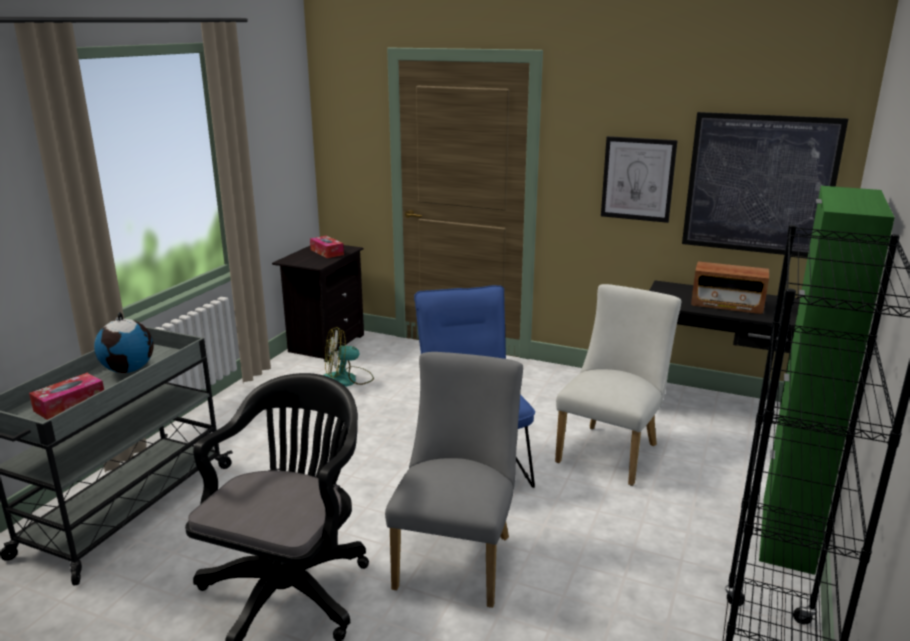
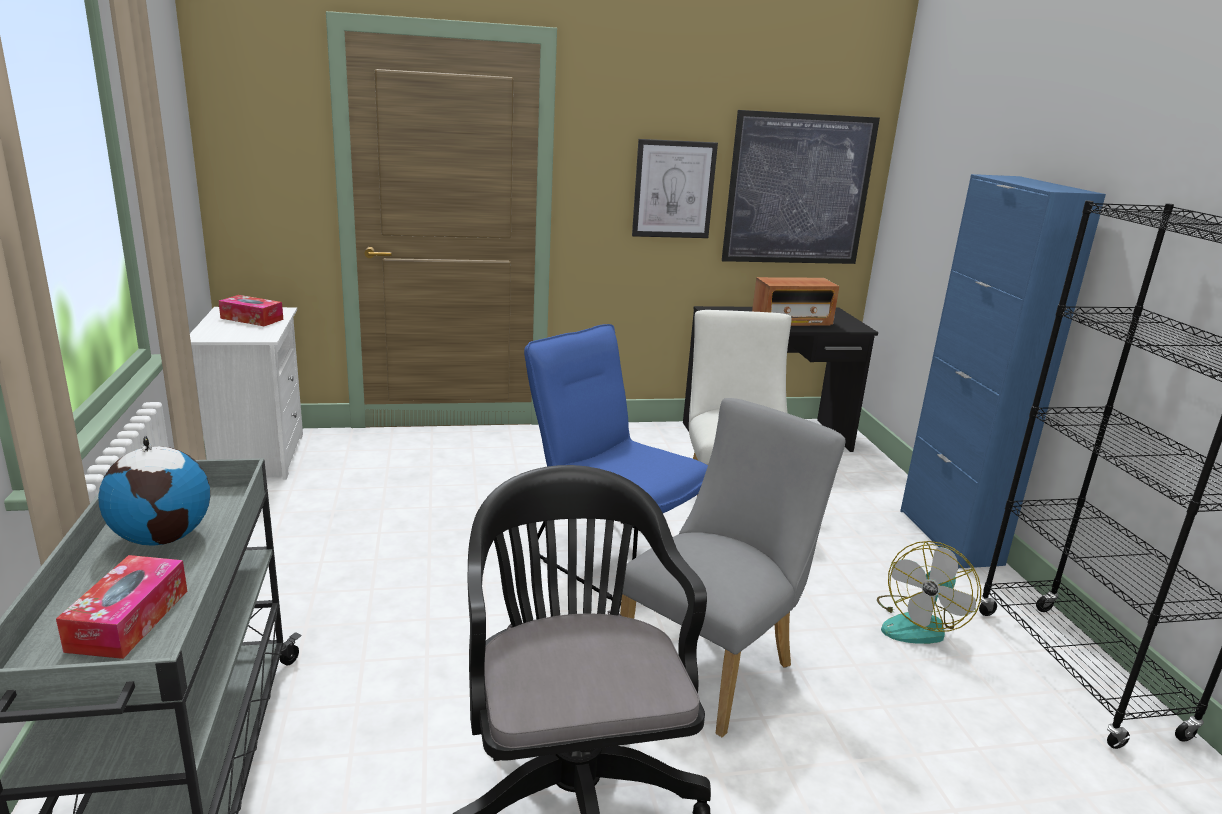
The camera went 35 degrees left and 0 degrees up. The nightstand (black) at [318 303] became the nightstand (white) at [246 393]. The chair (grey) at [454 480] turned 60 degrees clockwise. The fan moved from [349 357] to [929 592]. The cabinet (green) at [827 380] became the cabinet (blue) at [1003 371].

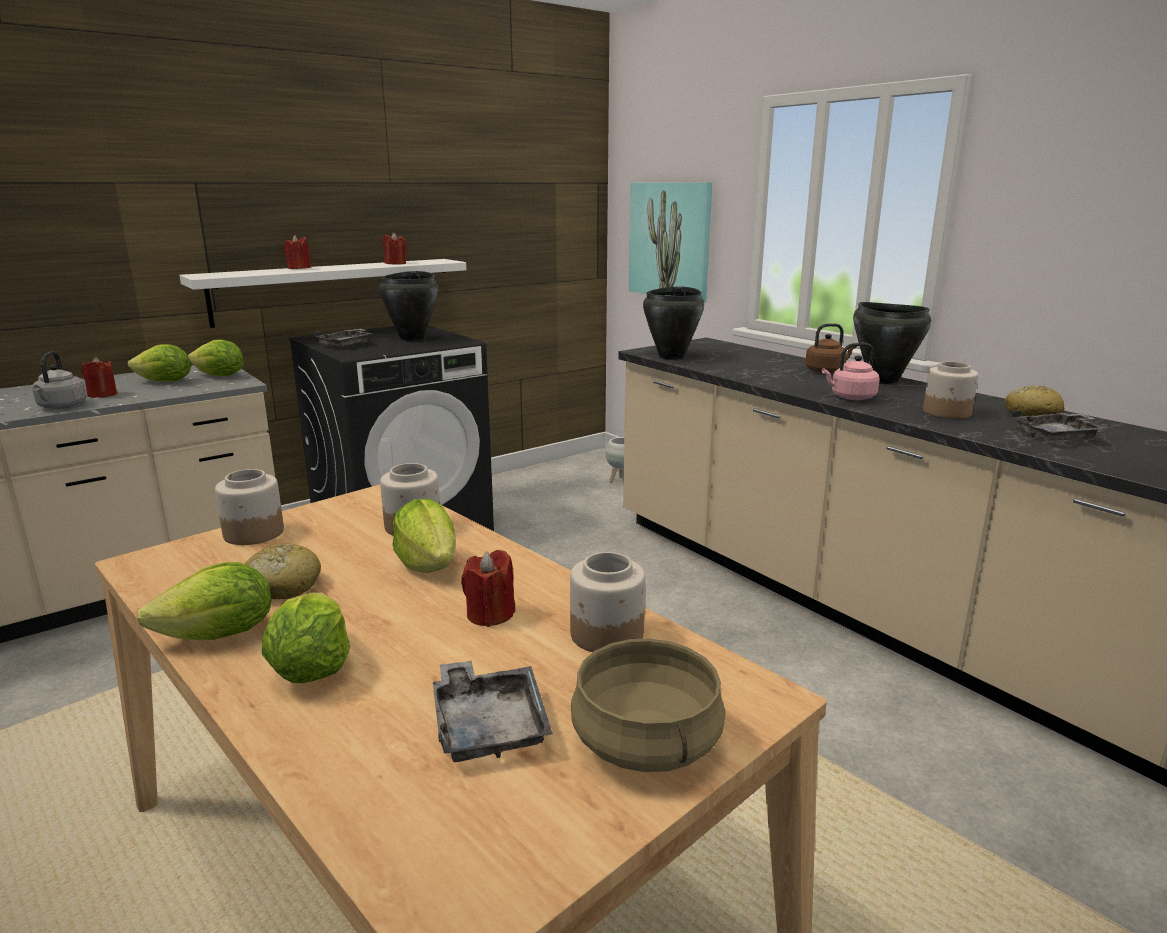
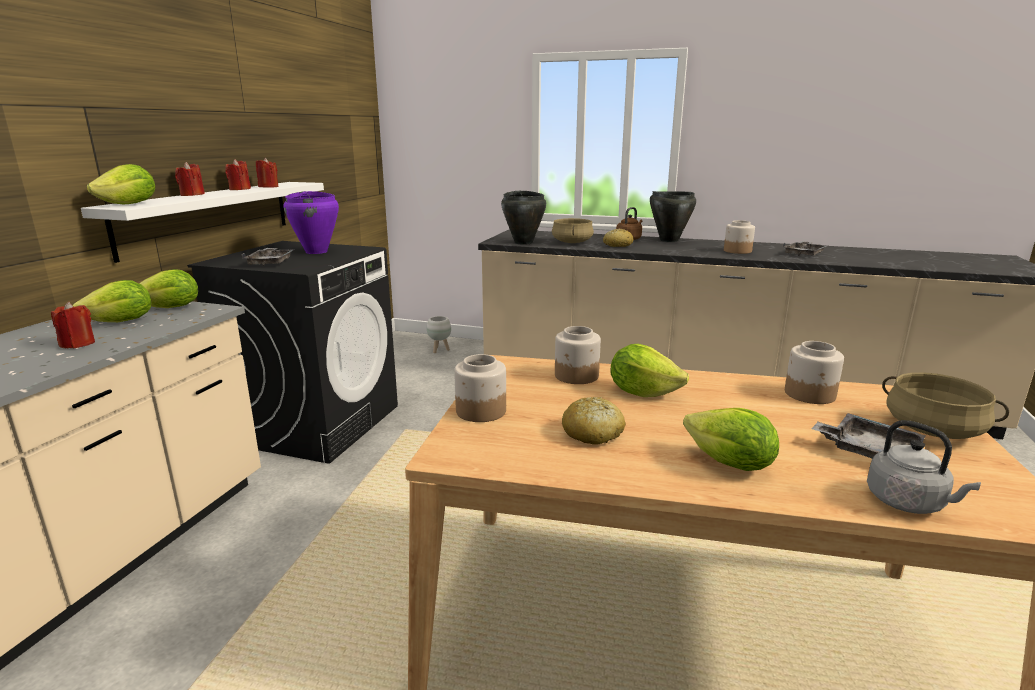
The camera went 35 degrees left and 0 degrees up. The lettuce moved from [204 601] to [121 184]. The candle (red) moved from [488 588] to [238 174]. The cooking pot (black) at [408 306] became the cooking pot (purple) at [311 222]. The cooking pot (beige) at [573 230] appeared. The bread moved from [1034 401] to [618 238]. The kettle (grey) moved from [59 380] to [924 467]. The picture at [670 242] disappeared. The kettle (pink) at [851 371] disappeared.

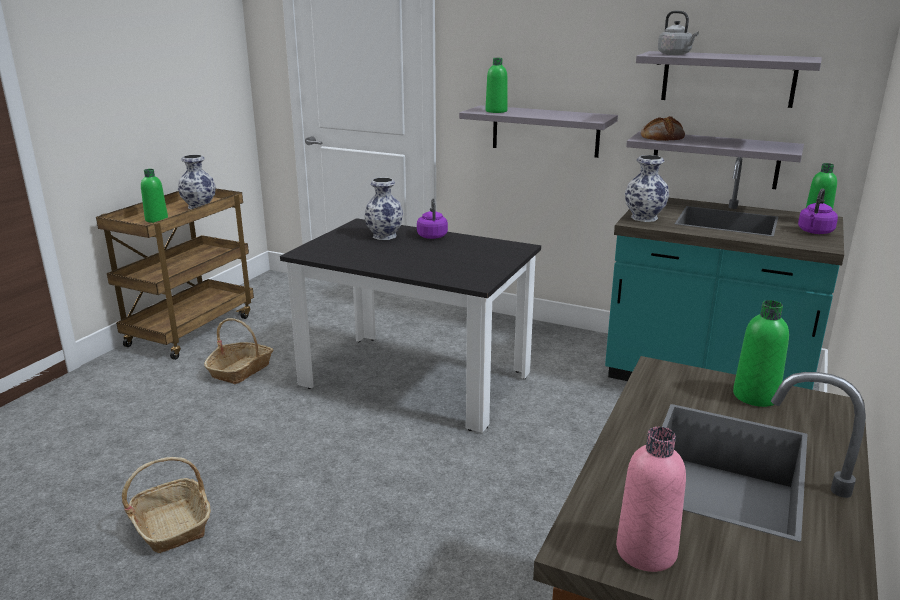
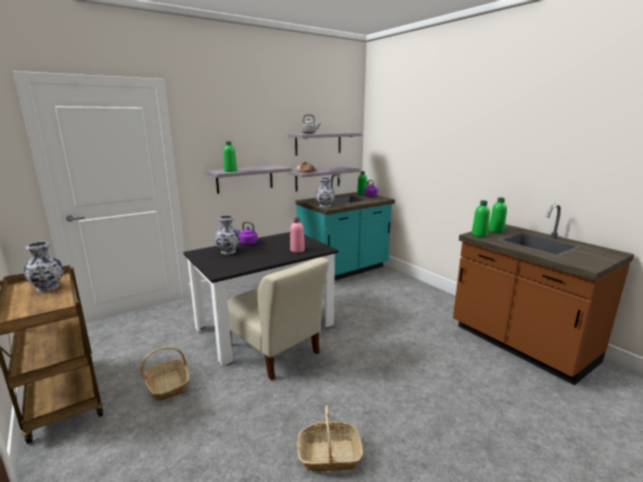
The camera went 60 degrees left and 5 degrees down. The chair (beige) at [278 318] appeared. The bottle (pink) moved from [651 499] to [297 235]. The bottle (green) moved from [154 196] to [481 218].

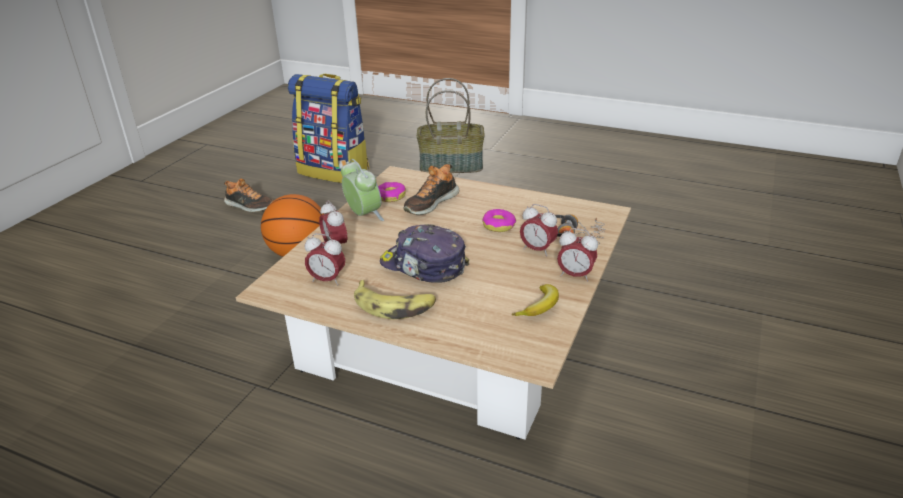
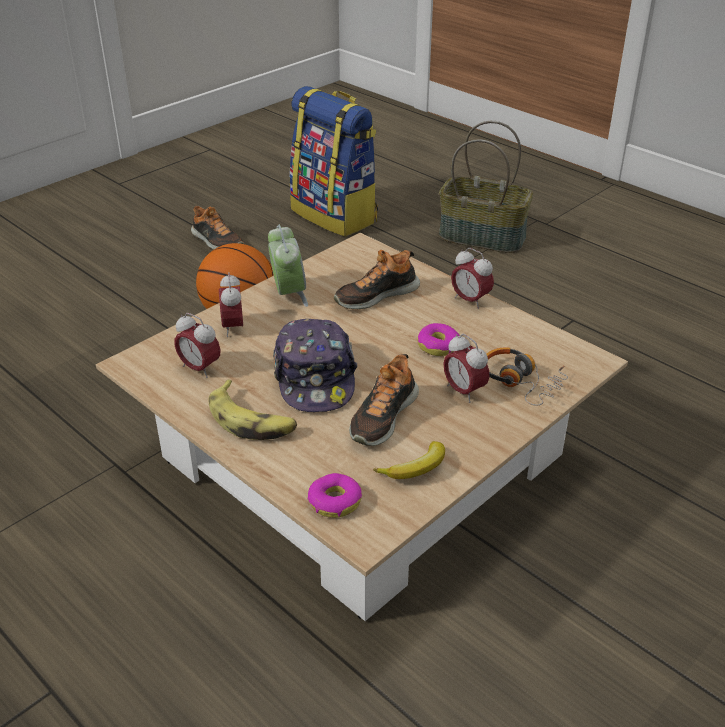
The camera went 20 degrees right and 5 degrees up. The cap at [424 253] turned 150 degrees counterclockwise. The donut moved from [392 192] to [335 495]. The shoe at [384 400] appeared. The alarm clock moved from [577 255] to [472 278].

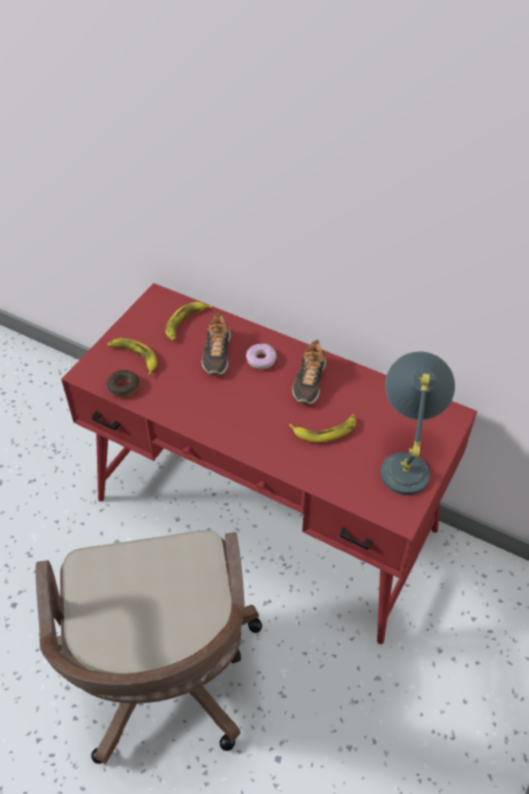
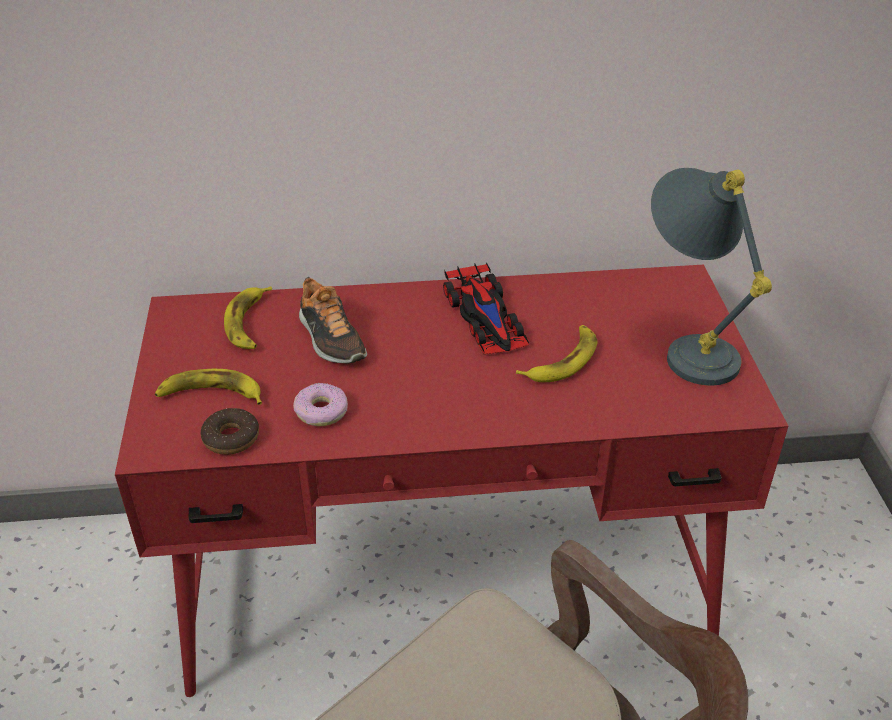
The camera went 35 degrees left and 10 degrees down. The donut moved from [261 356] to [320 404]. The shoe at [309 372] was replaced by the toy car at [486 308].

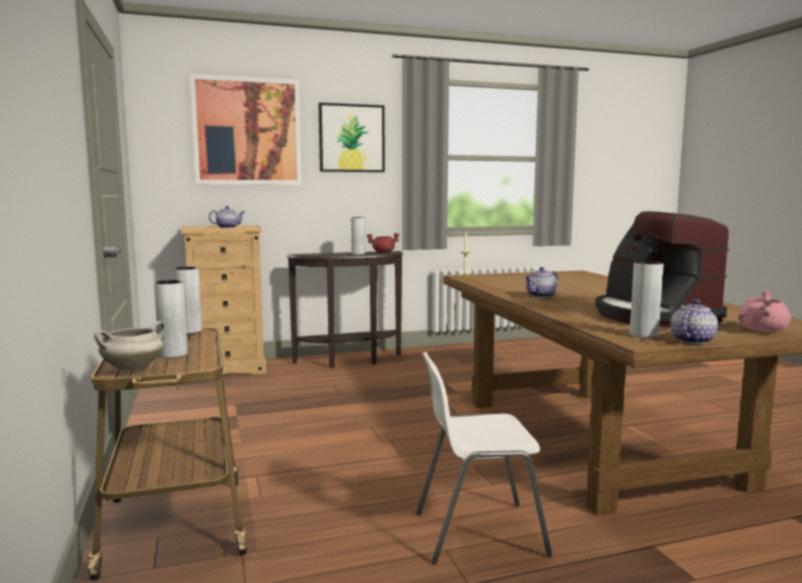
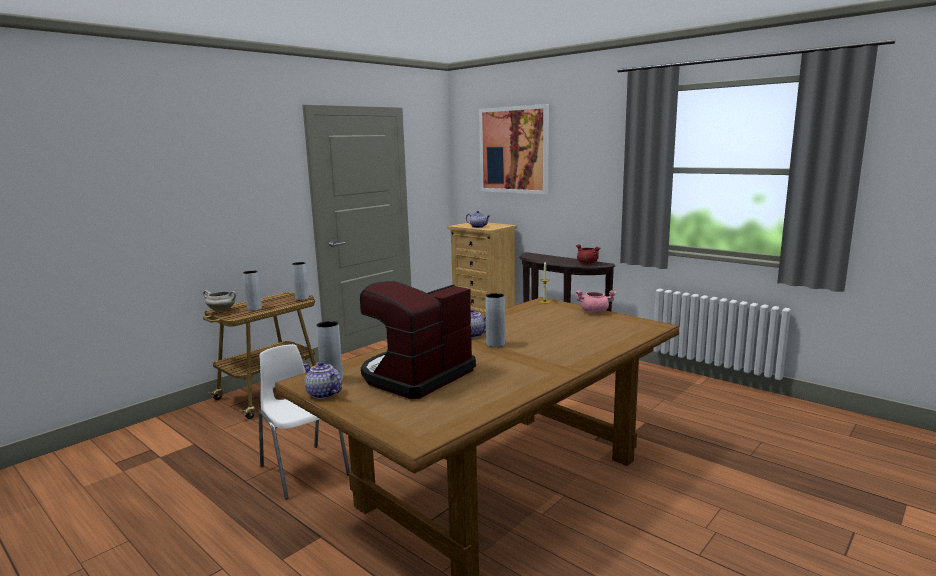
The camera went 60 degrees right and 5 degrees up. The teapot at [694 321] turned 150 degrees counterclockwise. The vase (grey) moved from [358 236] to [495 320]. The cooking pot (pink) moved from [764 311] to [596 302]. The picture at [352 137] disappeared.

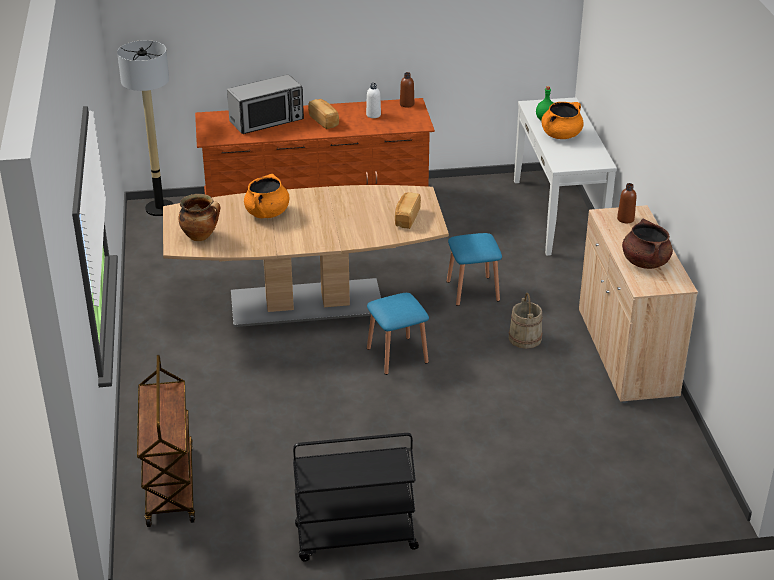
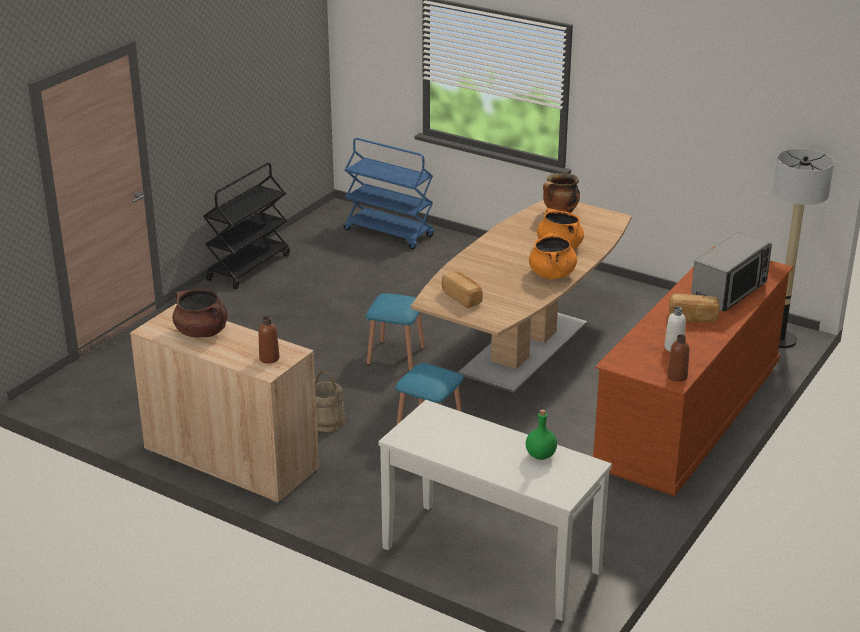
The camera went 130 degrees right and 5 degrees down. The cart (brown) at [166 441] became the cart (blue) at [389 193]. The cooking pot (orange) moved from [562 120] to [553 256]. The microwave at [265 104] turned 150 degrees counterclockwise.

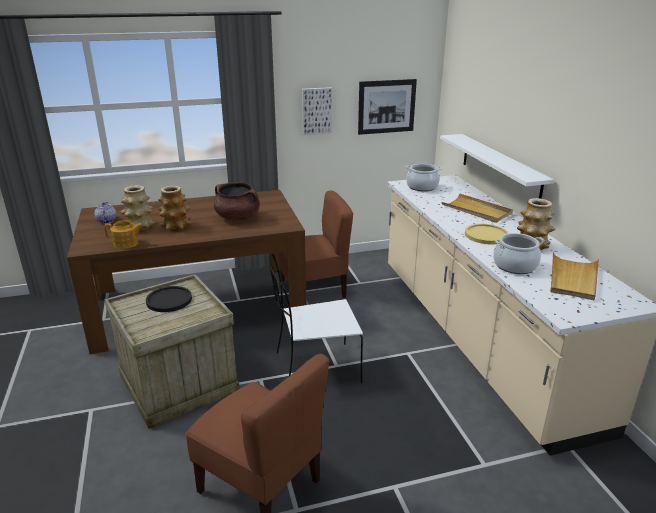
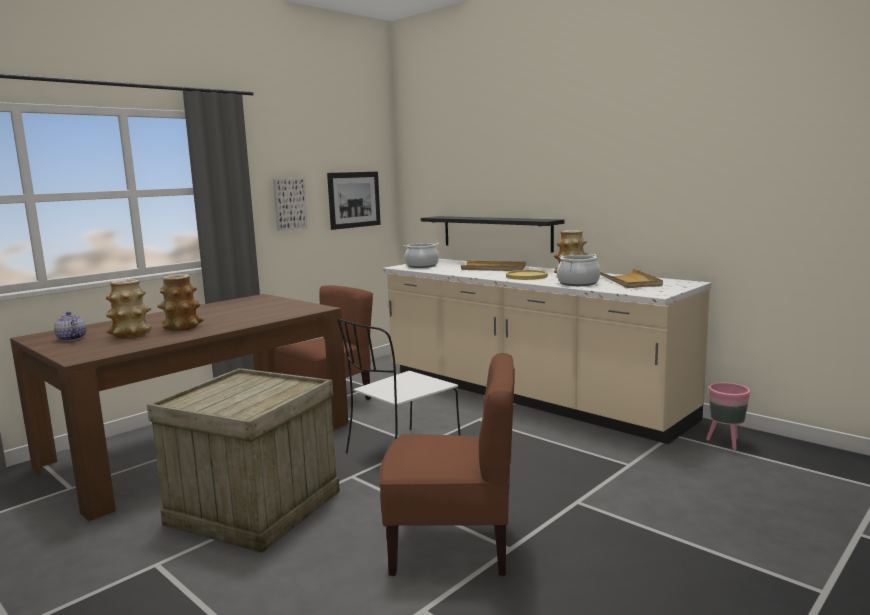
The camera went 30 degrees left and 15 degrees down. The shelf (white) at [497 166] became the shelf (black) at [492 234]. The planter (pink) at [728 416] appeared. The teapot at [123 235] disappeared. The plate (black) at [169 299] disappeared. The cooking pot (brown) at [236 201] disappeared.

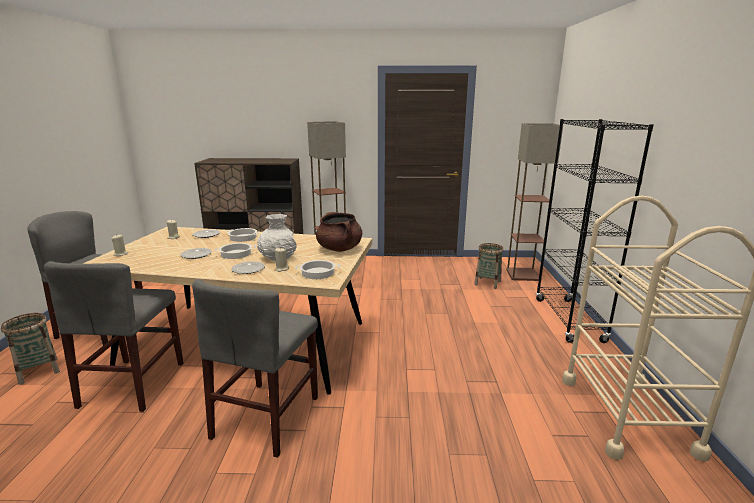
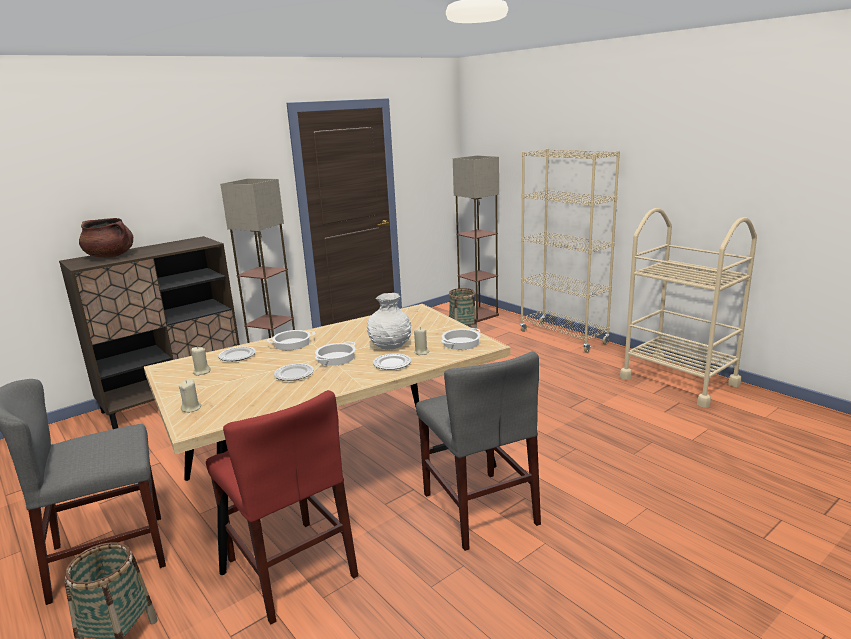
The camera went 40 degrees left and 0 degrees up. The cooking pot (brown) moved from [339 232] to [106 238]. The chair (grey) at [113 336] became the chair (red) at [282 507]. The bookcase (black) at [595 231] became the bookcase (beige) at [570 251].

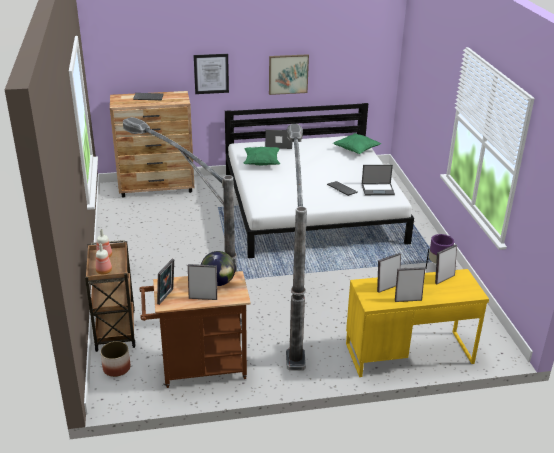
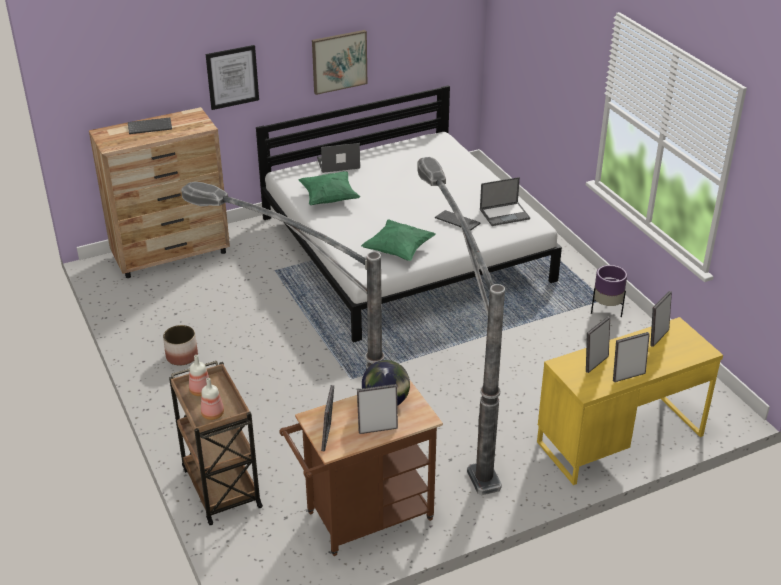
The camera went 15 degrees left and 5 degrees up. The planter moved from [116 359] to [180 345]. The pillow (green) moved from [357 143] to [398 240].

